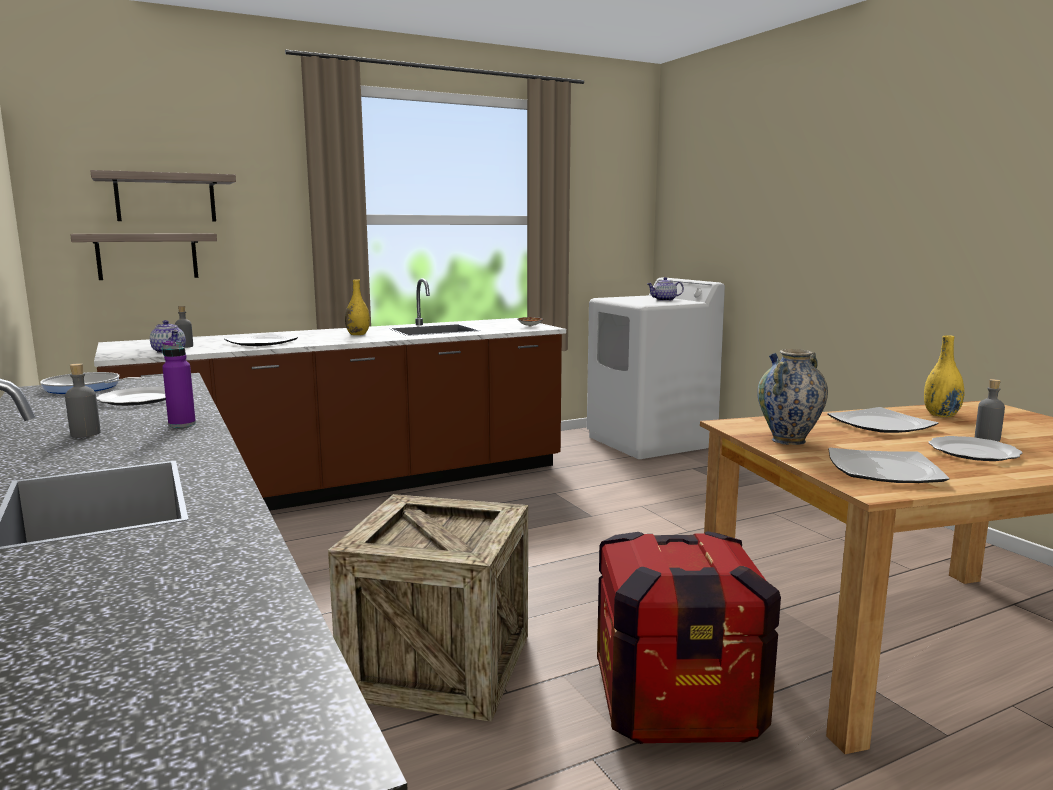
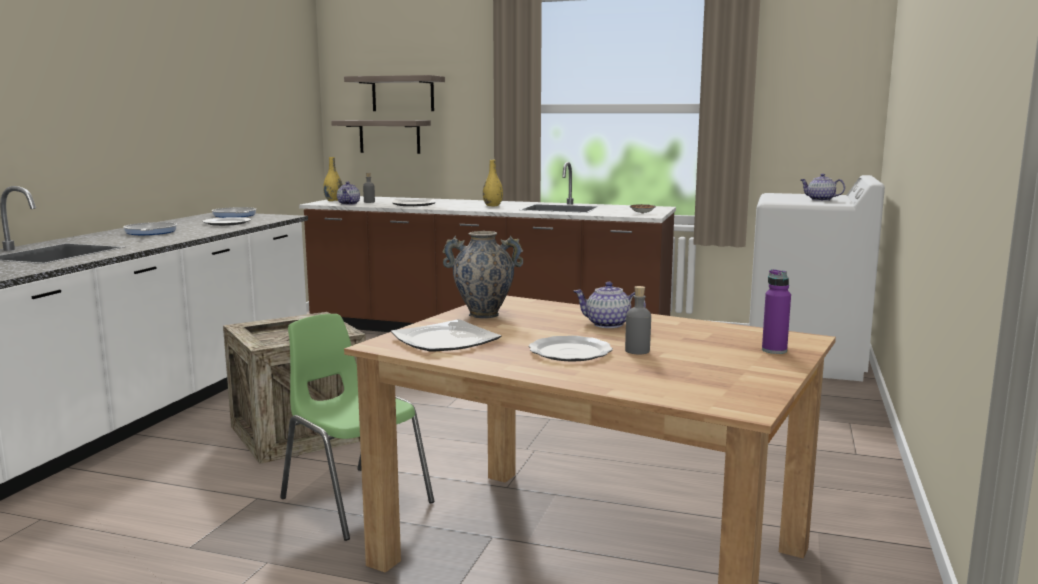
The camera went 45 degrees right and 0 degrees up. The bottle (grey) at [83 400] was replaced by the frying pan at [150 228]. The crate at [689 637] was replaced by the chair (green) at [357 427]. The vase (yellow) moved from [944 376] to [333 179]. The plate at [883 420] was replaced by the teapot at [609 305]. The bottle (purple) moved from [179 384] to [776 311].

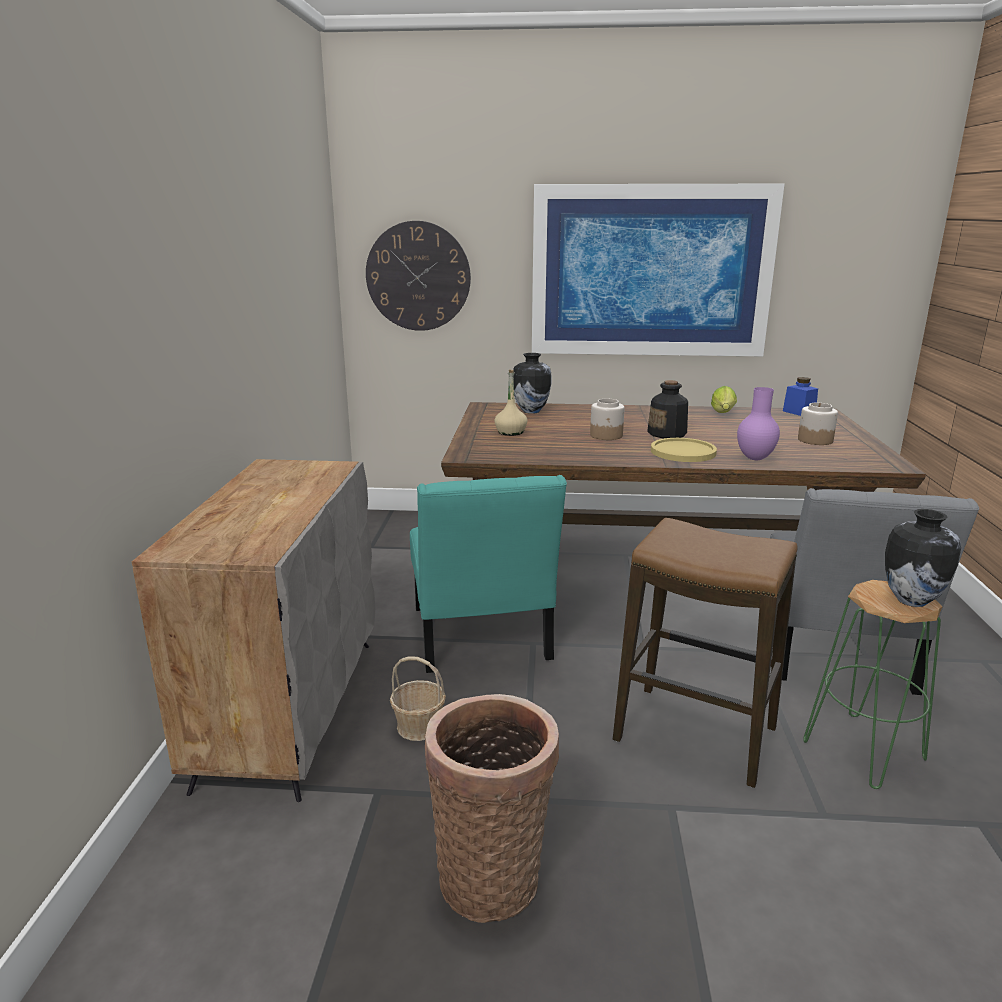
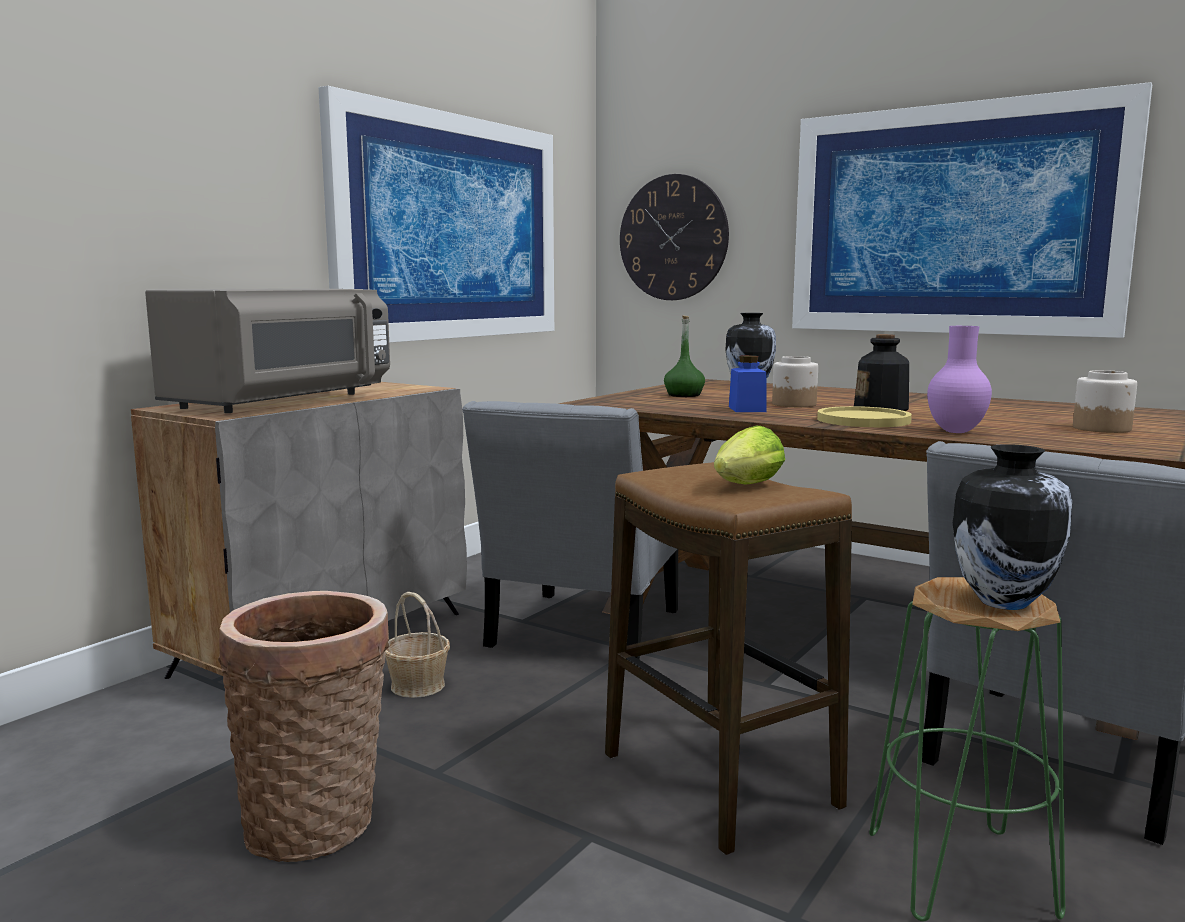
The camera went 30 degrees right and 10 degrees down. The microwave (grey) at [267 351] appeared. The picture at [436 214] appeared. The chair (turquoise) at [488 574] became the chair (grey) at [570 530]. The bottle (beige) at [511 403] became the bottle (green) at [684 356]. The lettuce moved from [724 399] to [749 455]. The jar (blue) moved from [800 396] to [747 383].

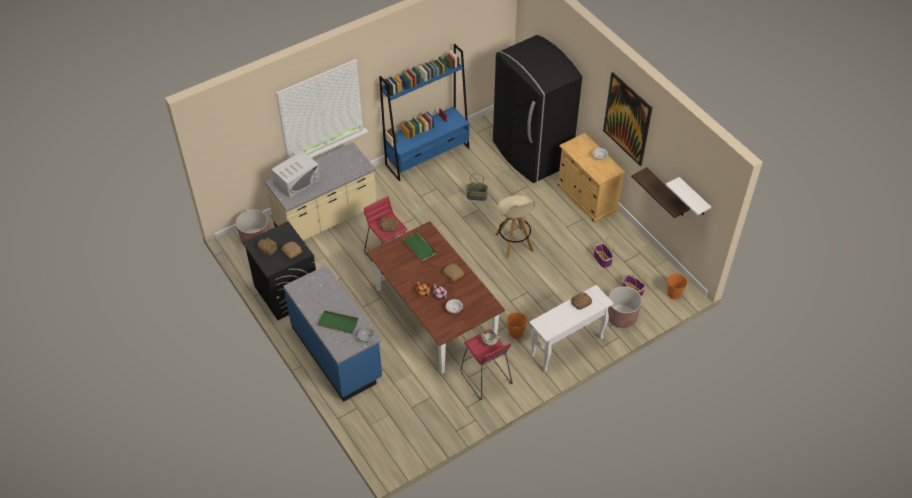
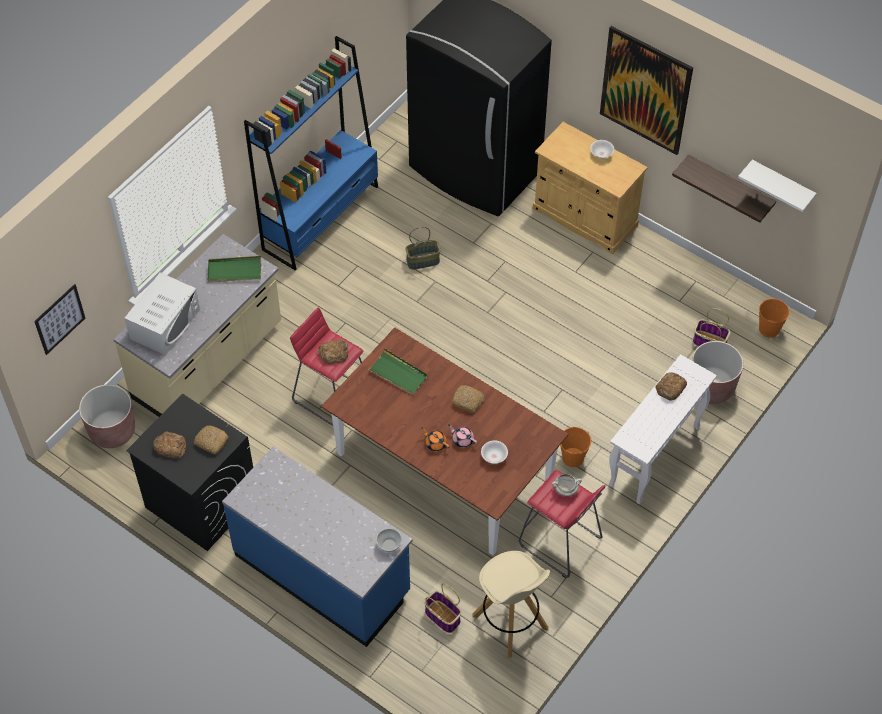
The camera went 20 degrees left and 5 degrees up. The picture at [59 319] appeared. The tray (green) moved from [338 322] to [234 269]. The basket moved from [604 252] to [443 608]. The stool (beige) moved from [515 227] to [511 604].

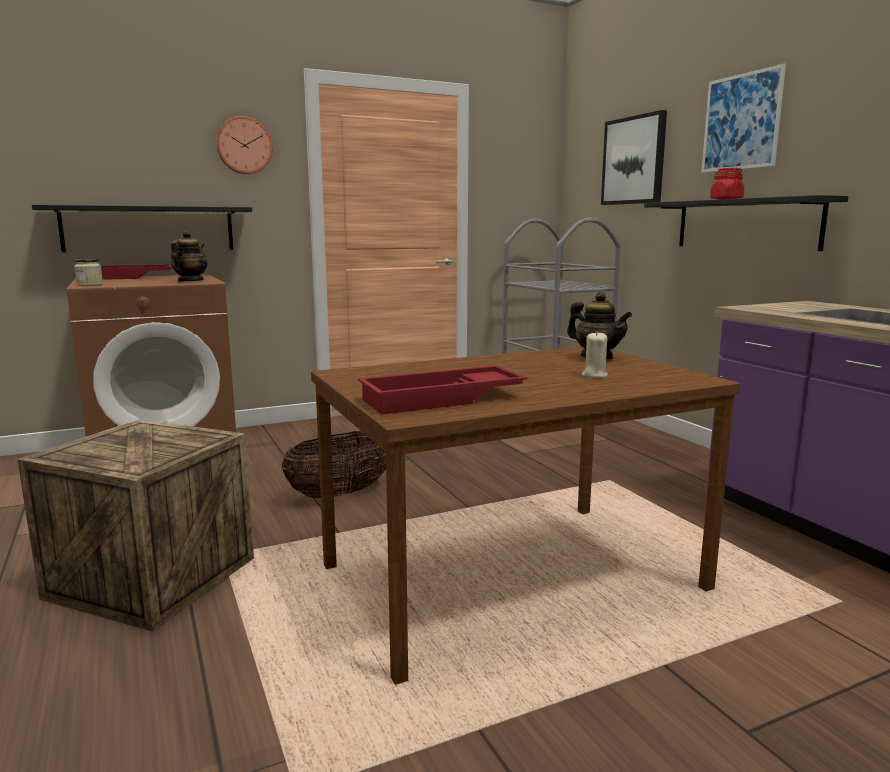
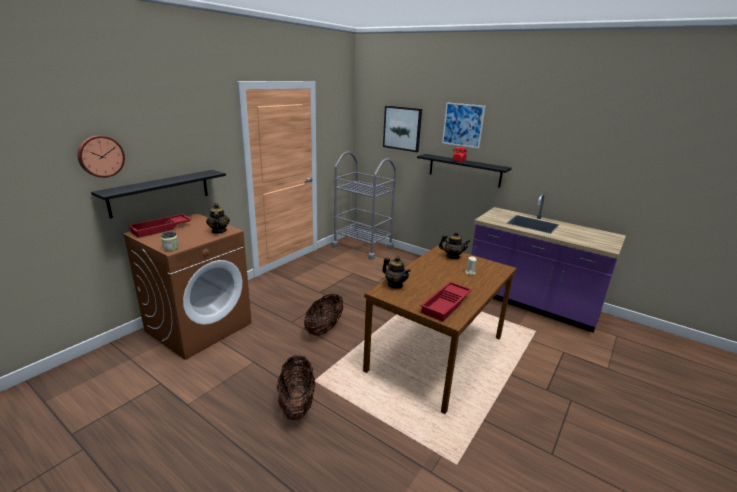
The camera went 30 degrees left and 10 degrees up. The wall clock moved from [244 145] to [101 156]. The crate at [135 525] was replaced by the basket at [296 387]. The teapot at [396 272] appeared.

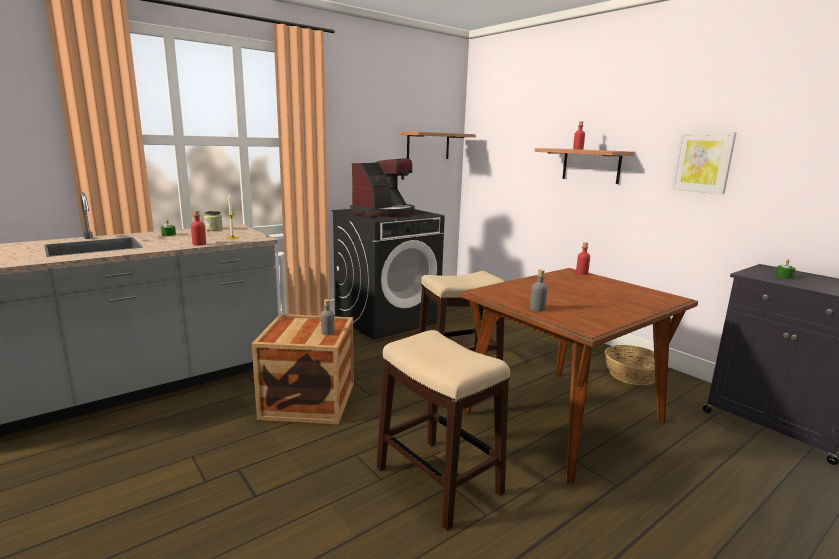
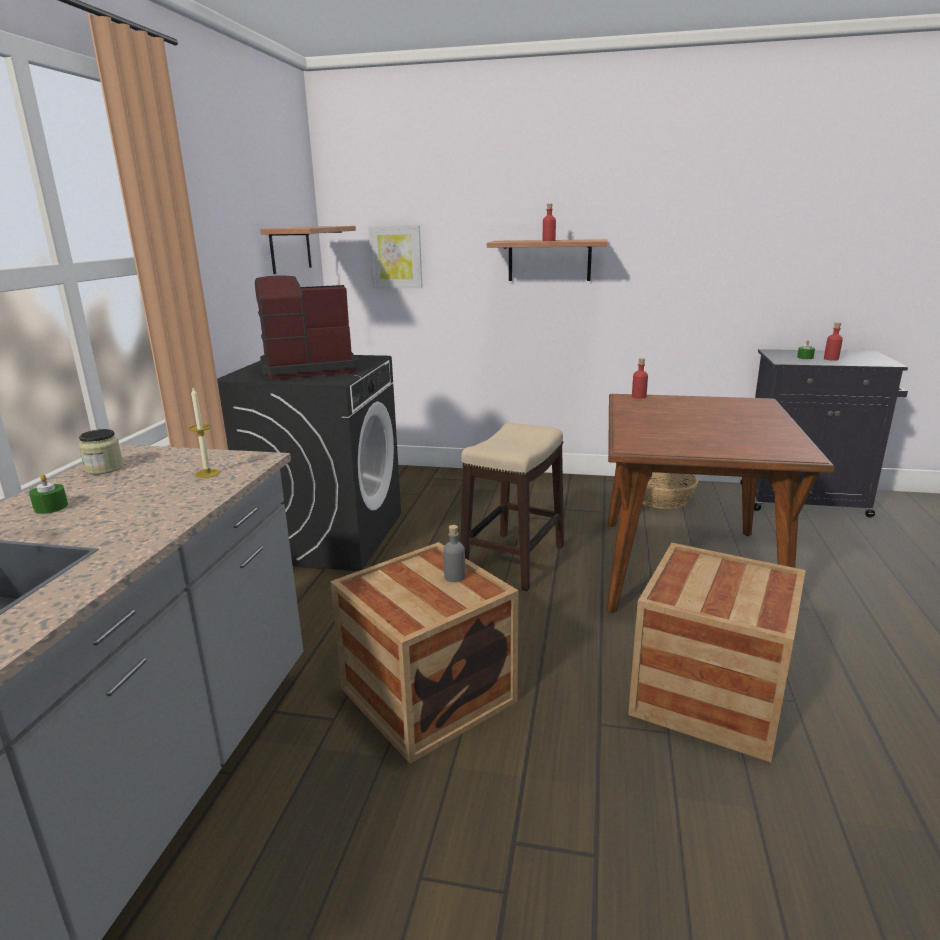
The camera went 40 degrees left and 5 degrees up. The coffee machine at [382 187] turned 105 degrees counterclockwise. The picture moved from [704 163] to [395 256]. The stool at [443 430] was replaced by the crate at [717 652]. The bottle (red) moved from [198 228] to [833 341]. The bottle (grey) at [538 290] disappeared.

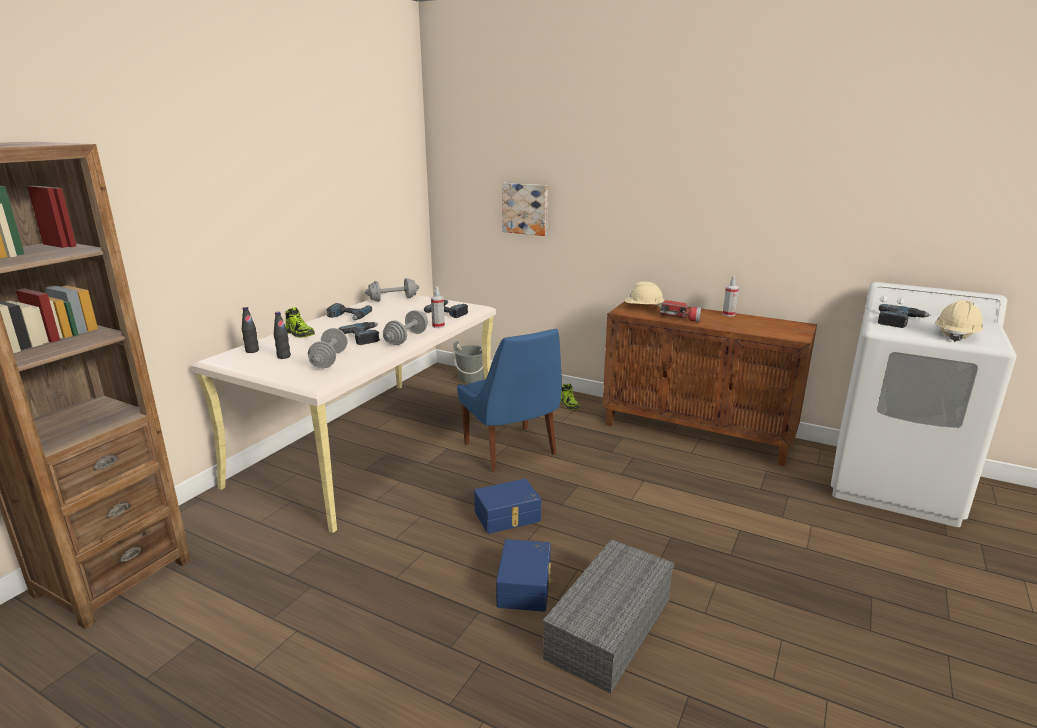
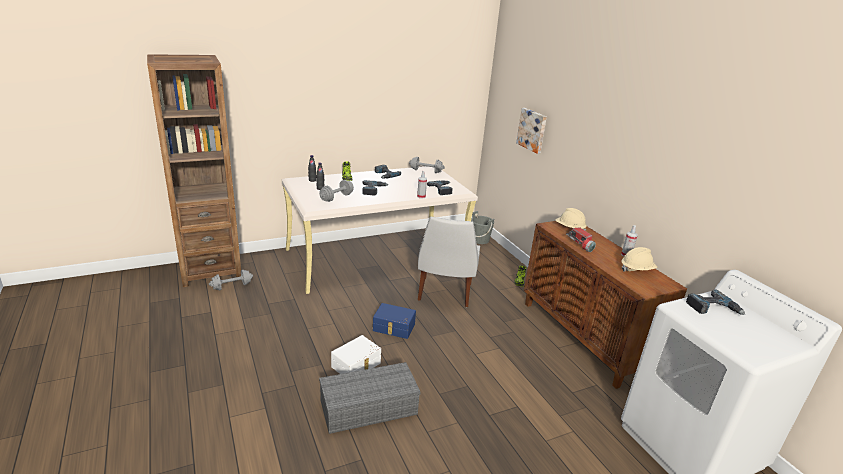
The camera went 35 degrees right and 5 degrees up. The dumbbell (grey) moved from [405 327] to [231 280]. The storage box (blue) at [524 575] became the storage box (white) at [356 354]. The chair (blue) at [509 400] became the chair (white) at [449 262]. The hard hat (beige) moved from [959 321] to [639 259].

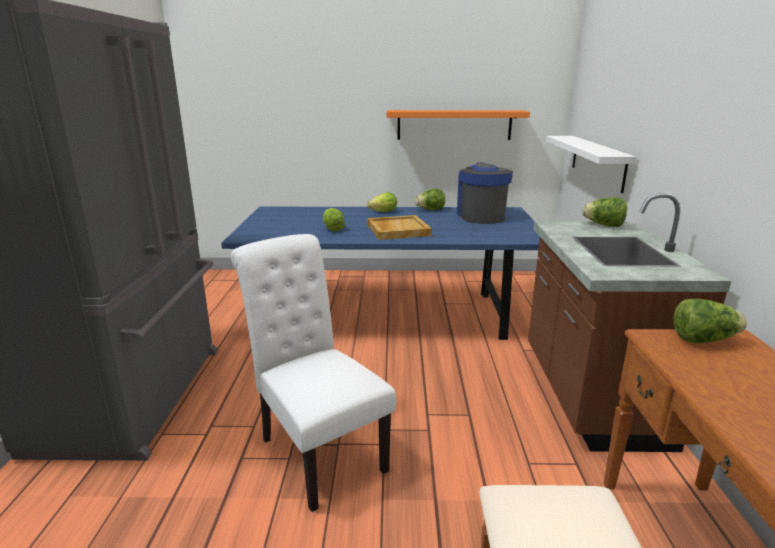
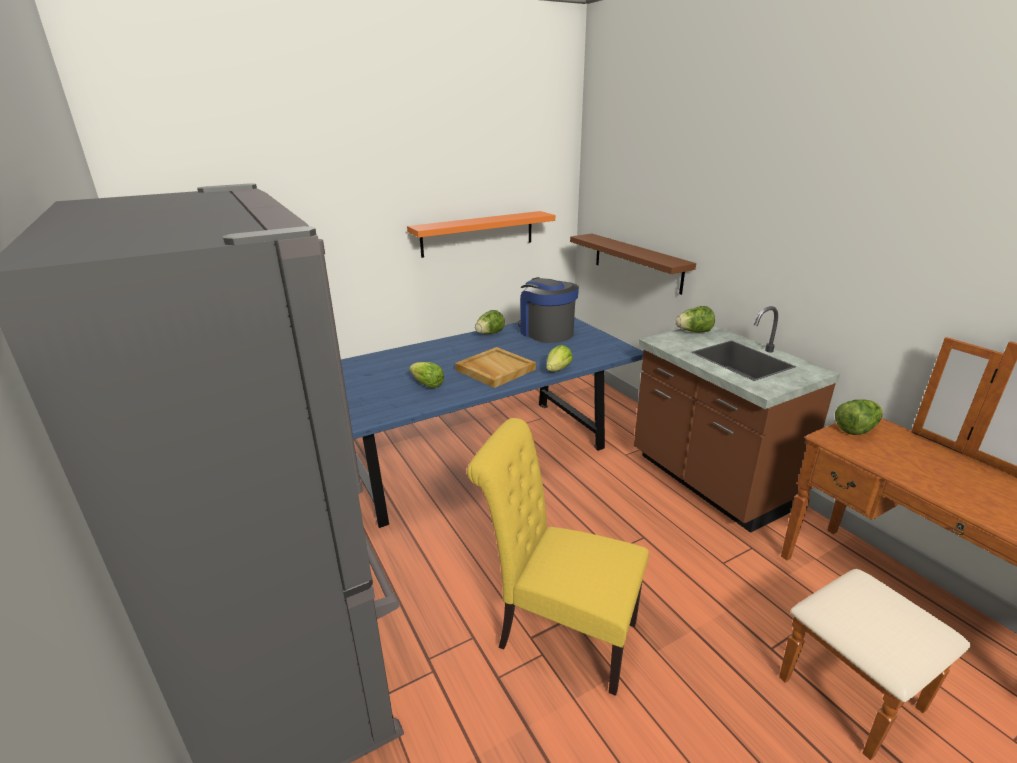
The camera went 30 degrees left and 5 degrees up. The chair (white) at [313 373] became the chair (yellow) at [558 557]. The lettuce moved from [382 202] to [559 358]. The shelf (white) at [591 164] became the shelf (brown) at [633 264].

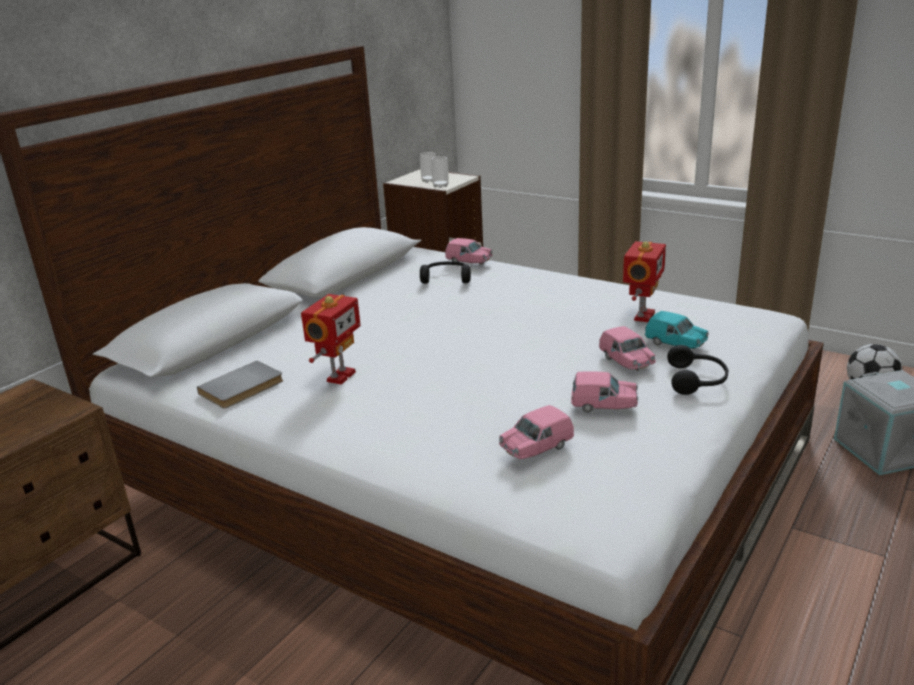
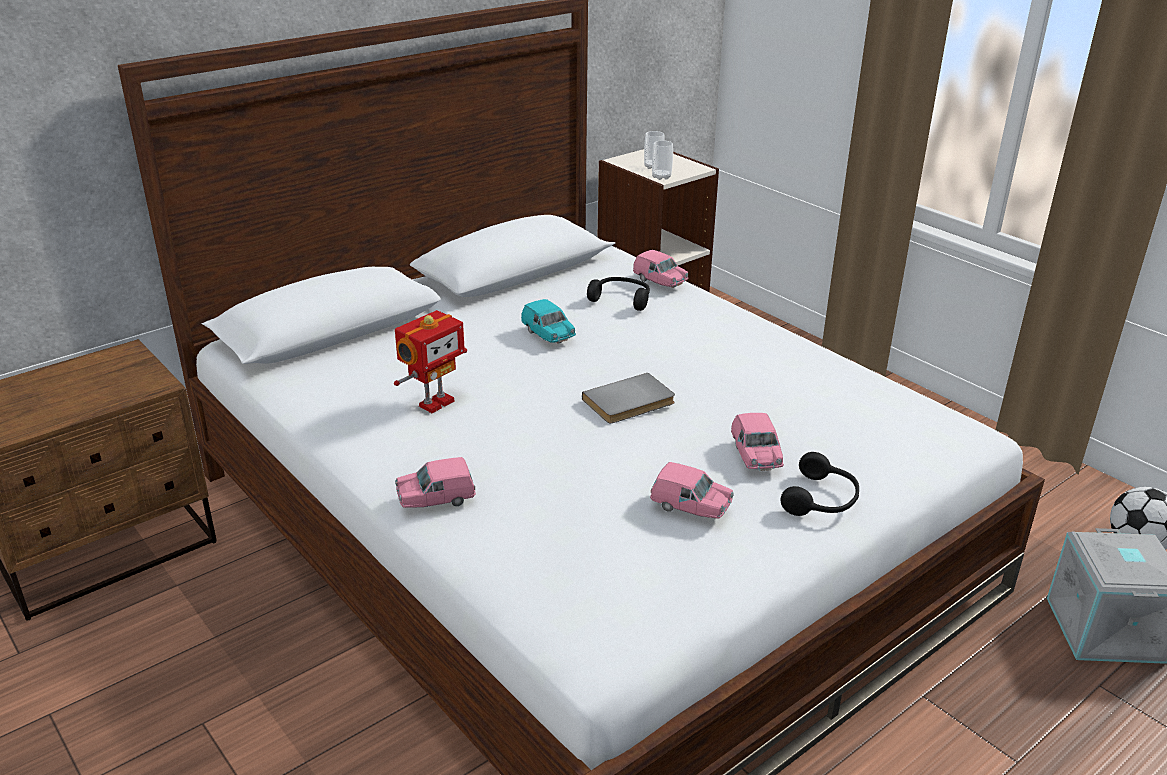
The camera went 15 degrees right and 5 degrees up. The toy car (pink) moved from [536 432] to [435 482]. The toy car (turquoise) moved from [677 330] to [548 321]. The book (grey) moved from [240 384] to [628 398]. The toy robot at [644 281] disappeared.

